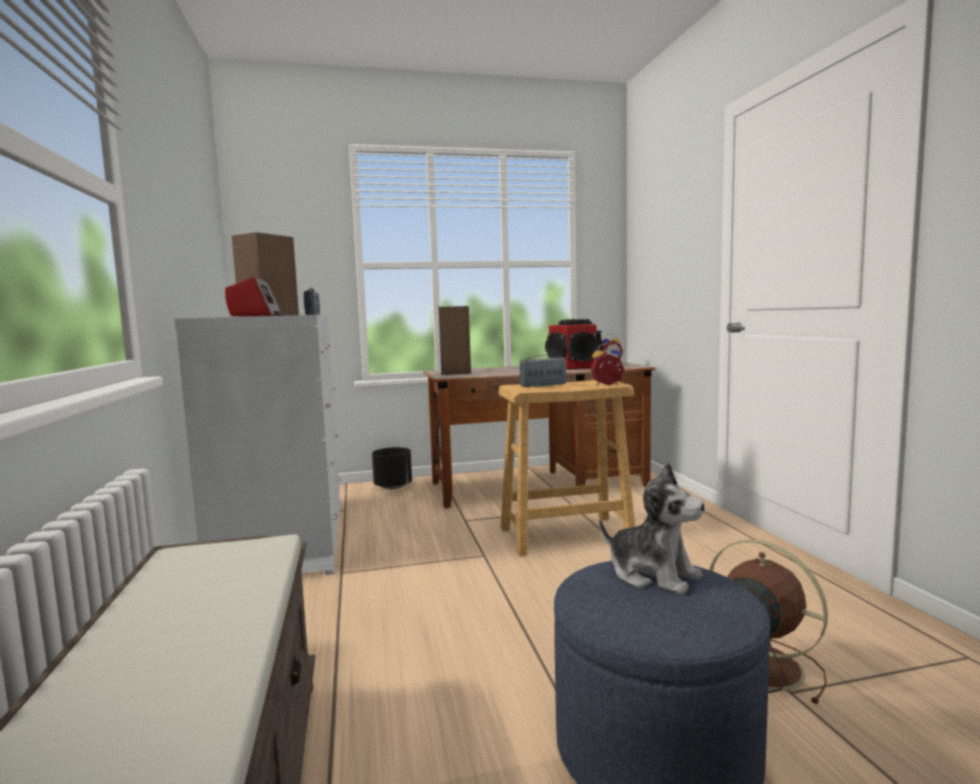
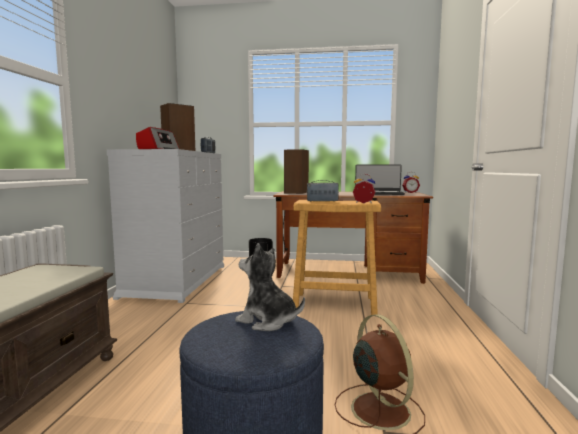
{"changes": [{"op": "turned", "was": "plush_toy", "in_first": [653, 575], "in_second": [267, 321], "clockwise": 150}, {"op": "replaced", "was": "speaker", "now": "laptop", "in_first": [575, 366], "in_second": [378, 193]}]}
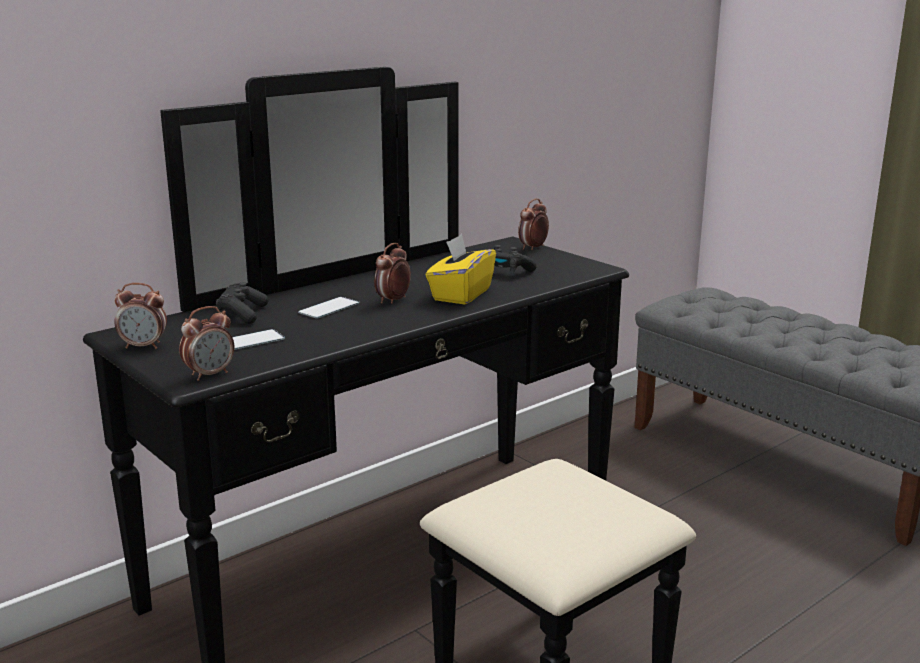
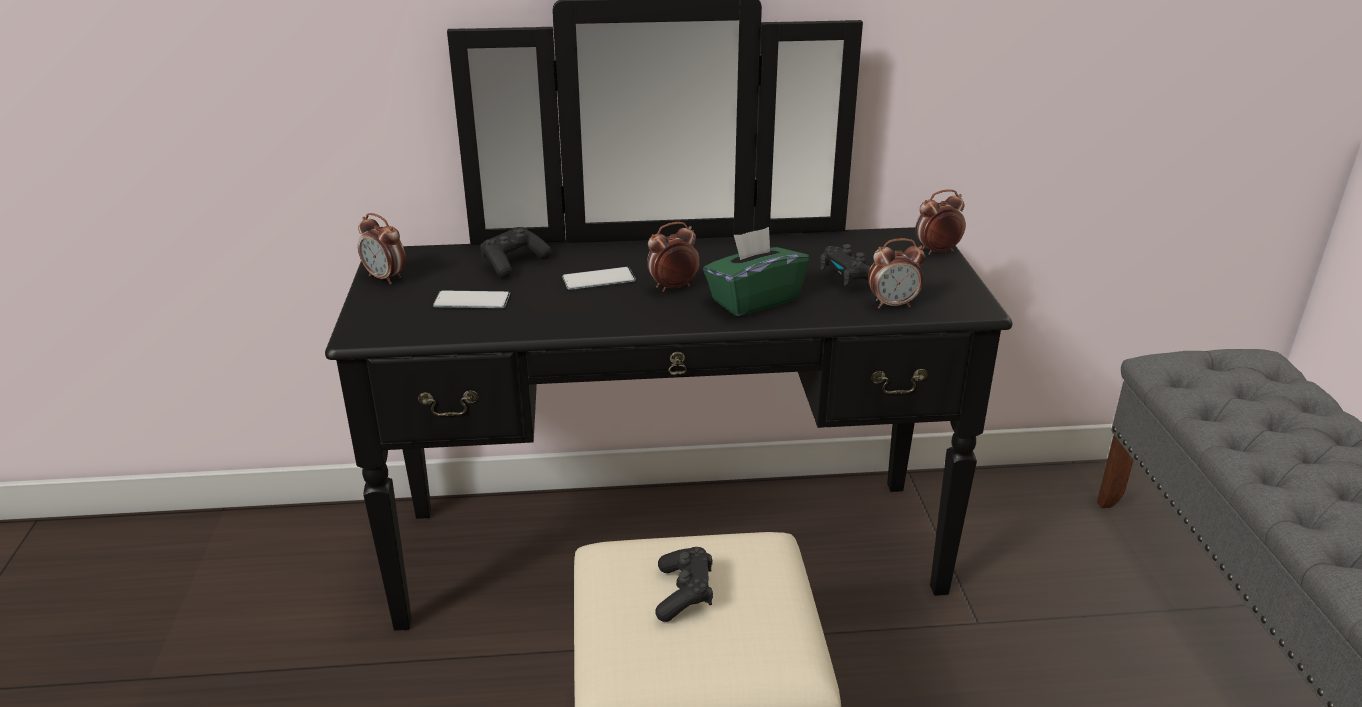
{"changes": [{"op": "added", "now": "black_game_controller", "in_second": [684, 594]}, {"op": "recoloured", "was": "yellow_tissue_box", "now": "green_tissue_box", "in_first": [461, 294], "in_second": [753, 300]}, {"op": "moved", "was": "alarm_clock", "in_first": [210, 374], "in_second": [893, 304]}]}
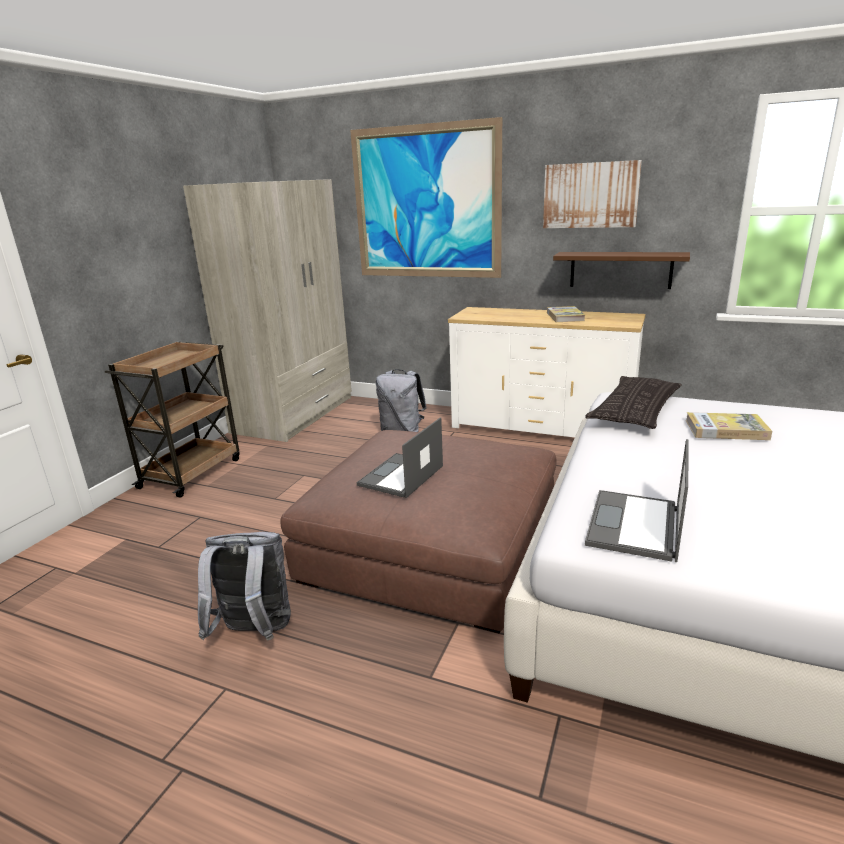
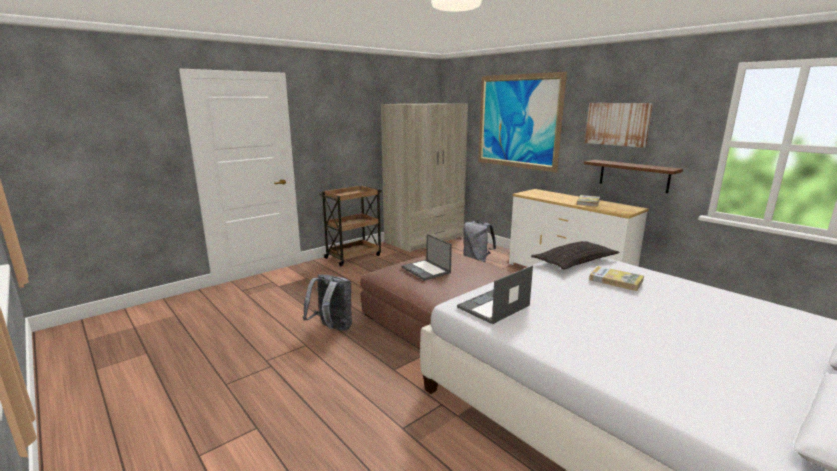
{"changes": [{"op": "turned", "was": "laptop", "in_first": [401, 476], "in_second": [426, 270], "clockwise": -90}]}
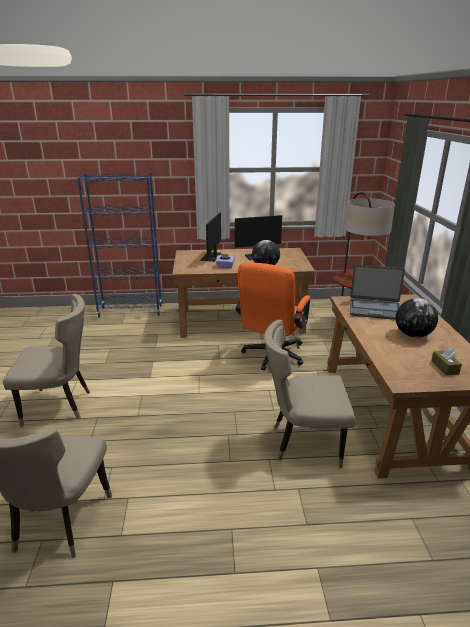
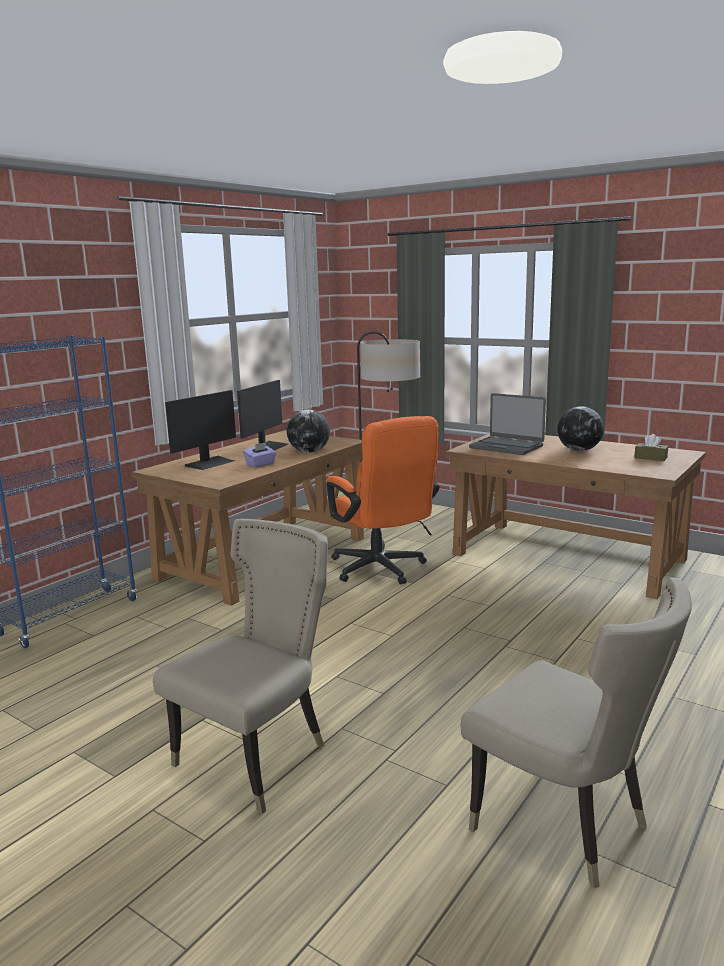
{"changes": [{"op": "turned", "was": "monitor", "in_first": [211, 257], "in_second": [210, 463], "clockwise": -105}, {"op": "turned", "was": "laptop", "in_first": [374, 309], "in_second": [506, 447], "clockwise": 75}, {"op": "removed", "was": "beige_chair", "in_first": [303, 442]}]}
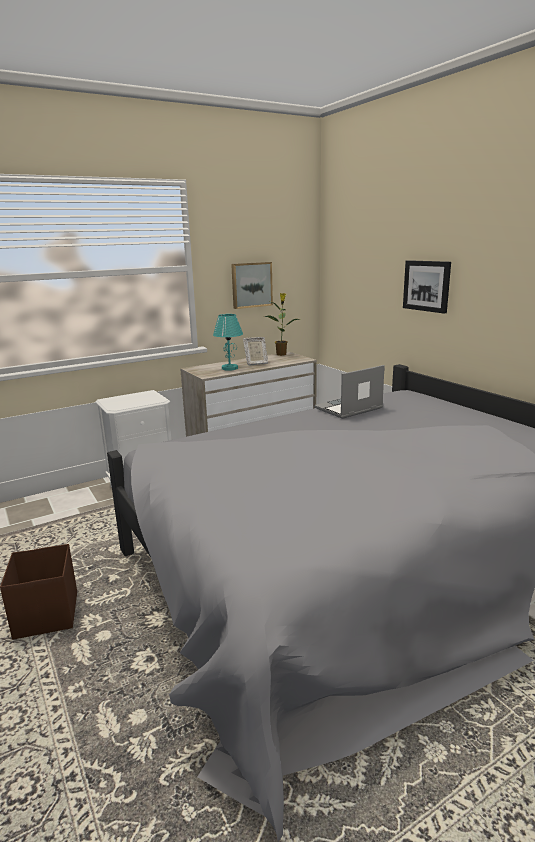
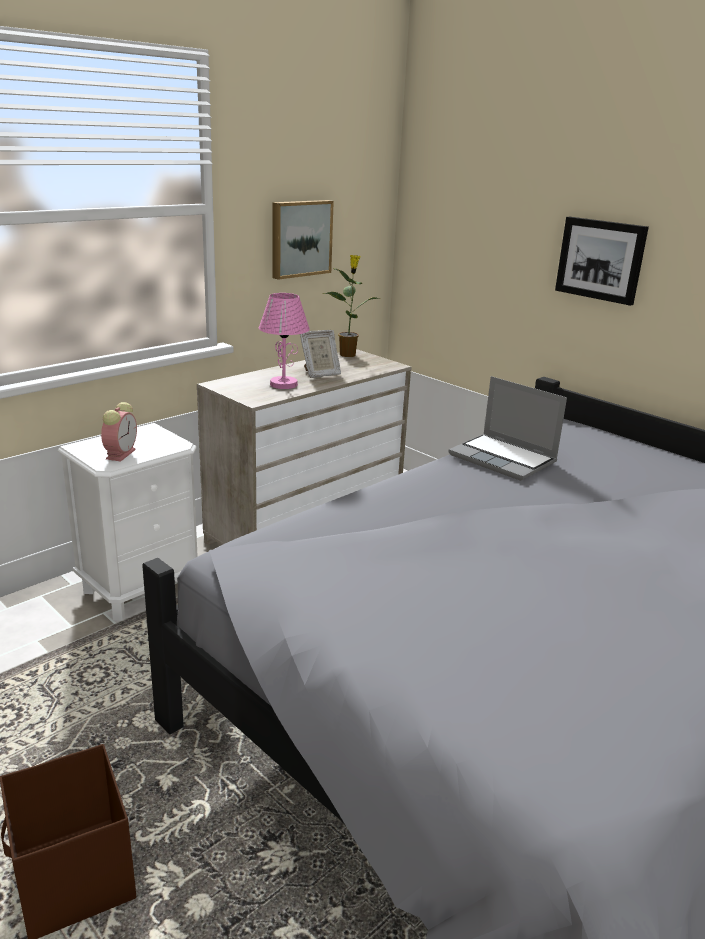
{"changes": [{"op": "added", "now": "alarm_clock", "in_second": [121, 453]}, {"op": "recoloured", "was": "turquoise_table_lamp", "now": "pink_table_lamp", "in_first": [229, 368], "in_second": [283, 384]}, {"op": "turned", "was": "laptop", "in_first": [348, 409], "in_second": [504, 459], "clockwise": -90}]}
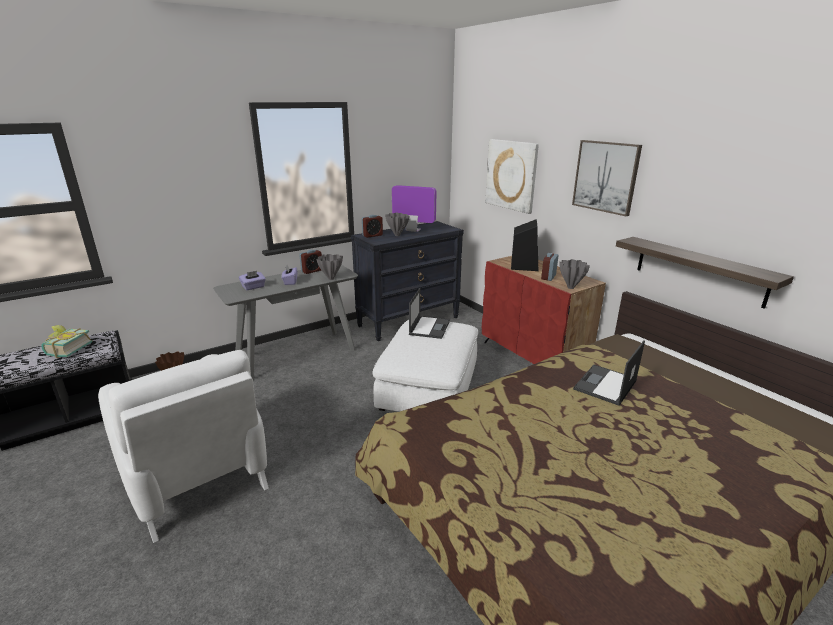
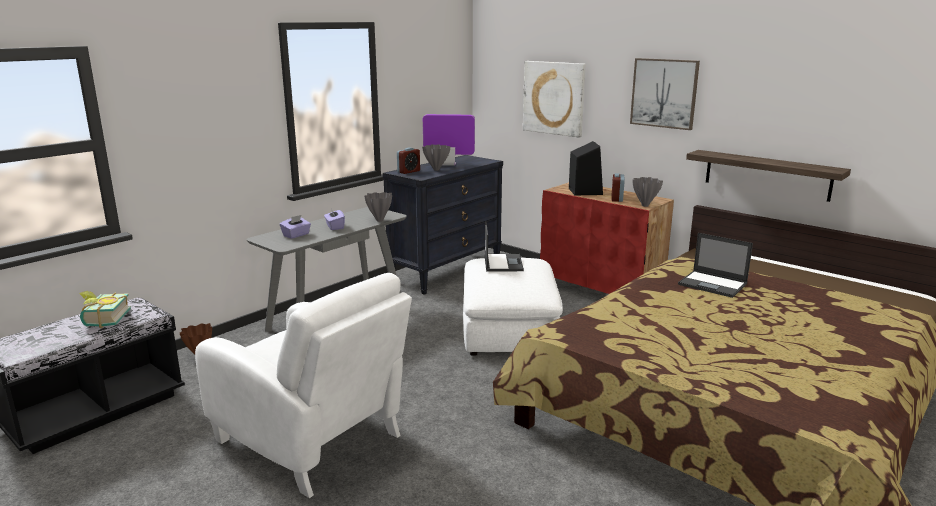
{"changes": [{"op": "turned", "was": "laptop", "in_first": [605, 385], "in_second": [713, 284], "clockwise": -75}, {"op": "removed", "was": "alarm_clock", "in_first": [312, 271]}]}
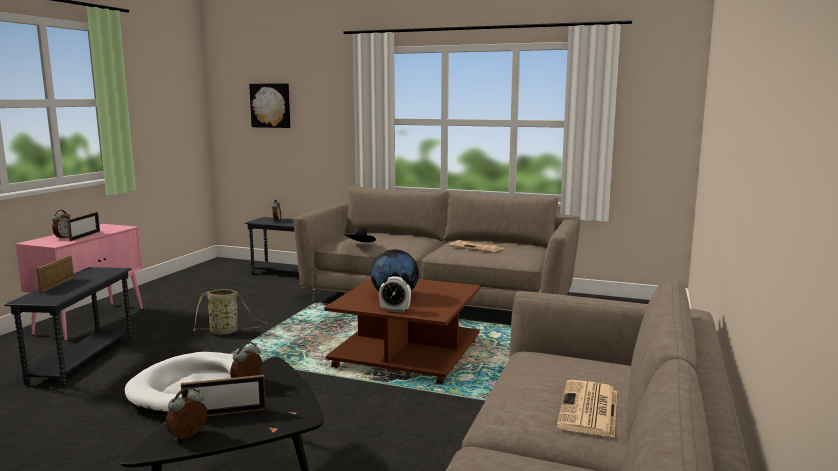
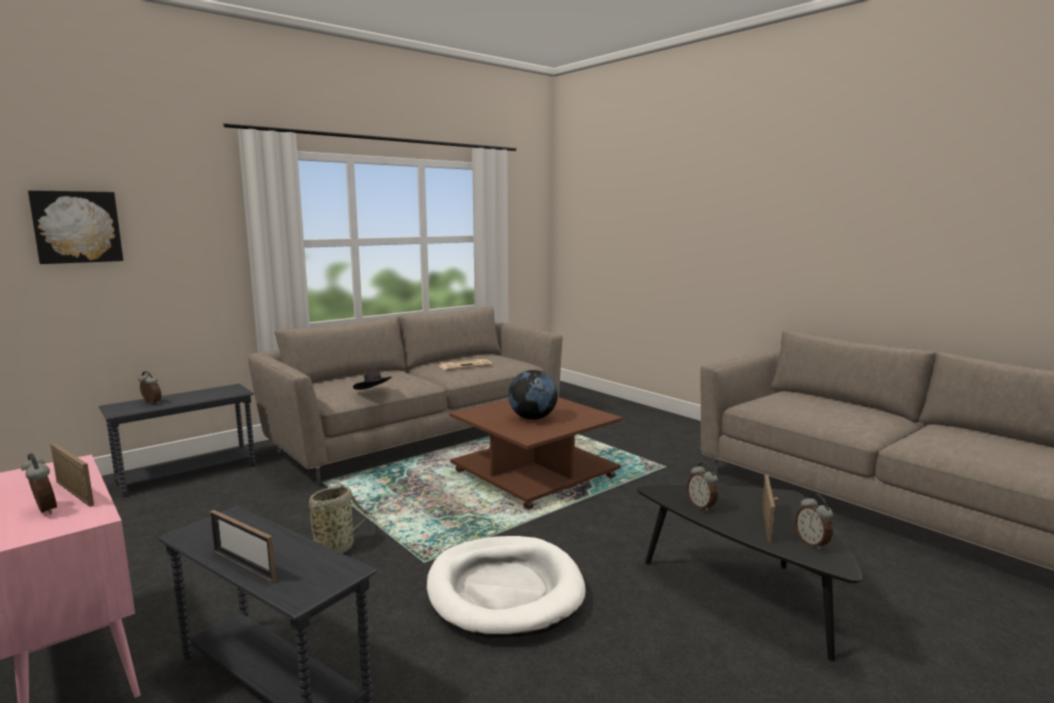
{"changes": [{"op": "removed", "was": "alarm_clock", "in_first": [395, 310]}, {"op": "removed", "was": "newspaper", "in_first": [589, 410]}]}
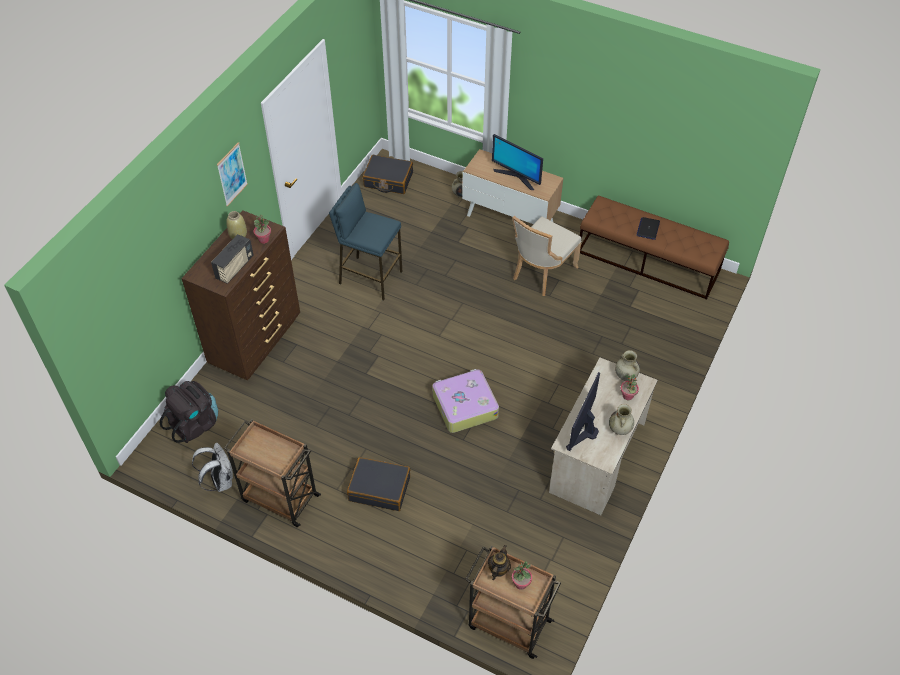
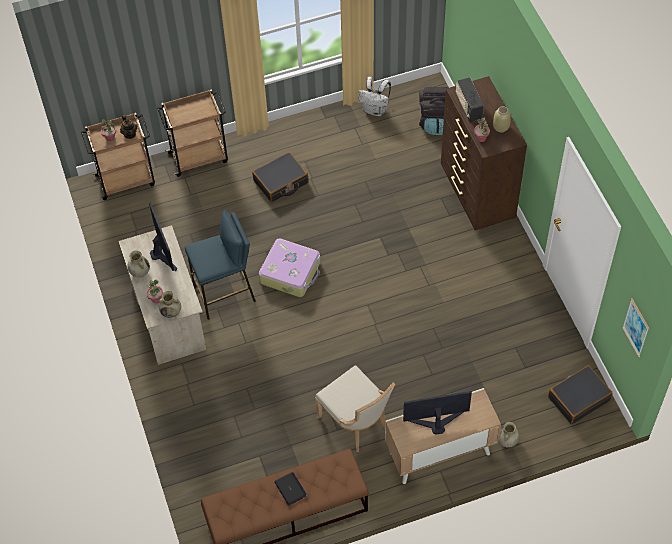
{"changes": [{"op": "moved", "was": "brown_cart", "in_first": [279, 497], "in_second": [199, 156]}, {"op": "moved", "was": "blue_stool", "in_first": [370, 277], "in_second": [225, 294]}, {"op": "turned", "was": "beige_chair", "in_first": [541, 273], "in_second": [356, 423], "clockwise": 150}, {"op": "moved", "was": "picture", "in_first": [232, 174], "in_second": [636, 327]}]}
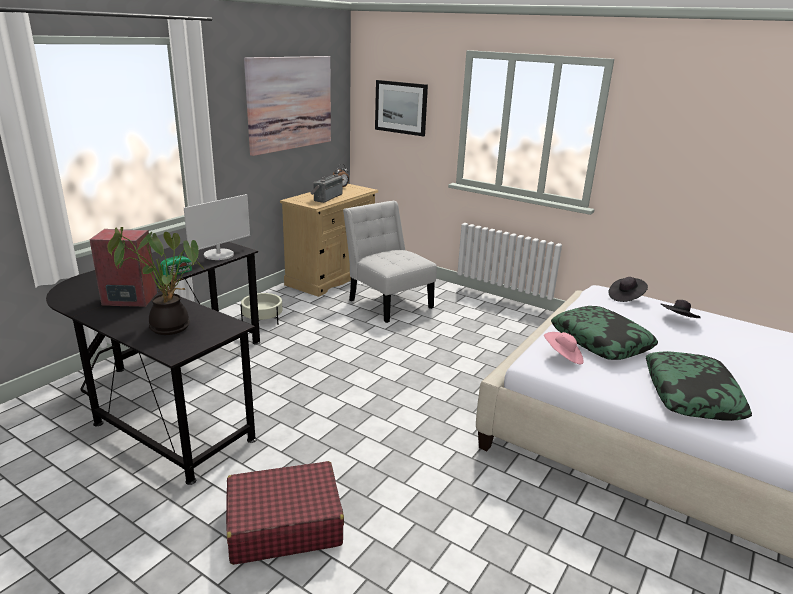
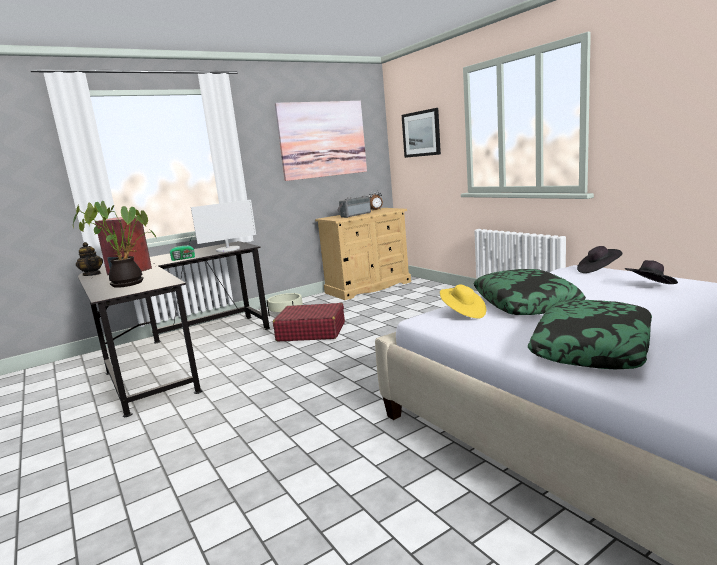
{"changes": [{"op": "added", "now": "teapot", "in_second": [92, 274]}, {"op": "moved", "was": "red_suitcase", "in_first": [284, 524], "in_second": [311, 332]}, {"op": "recoloured", "was": "pink_hat", "now": "yellow_hat", "in_first": [563, 357], "in_second": [463, 313]}, {"op": "removed", "was": "white_chair", "in_first": [388, 302]}]}
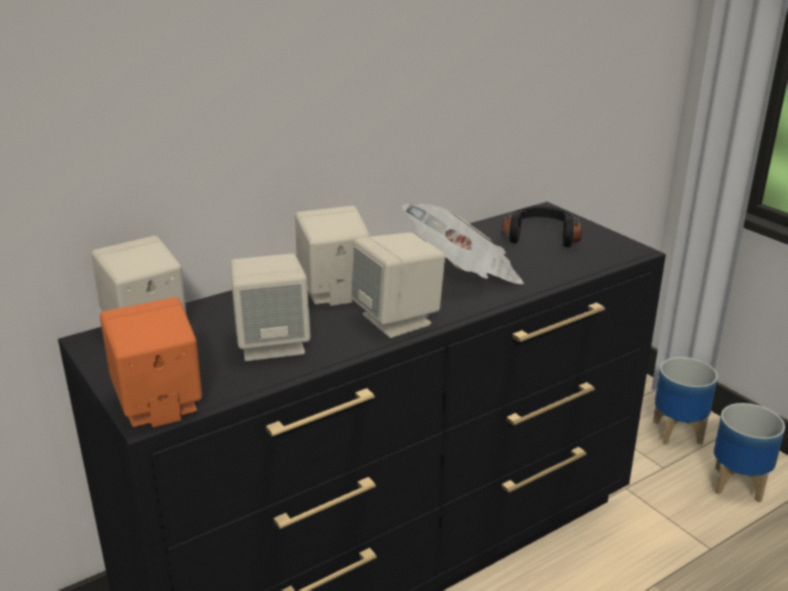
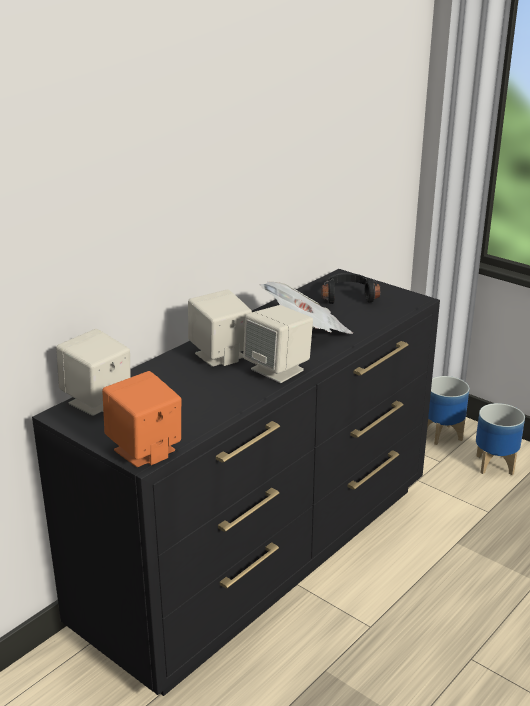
{"changes": [{"op": "removed", "was": "beige_speaker", "in_first": [272, 344]}]}
